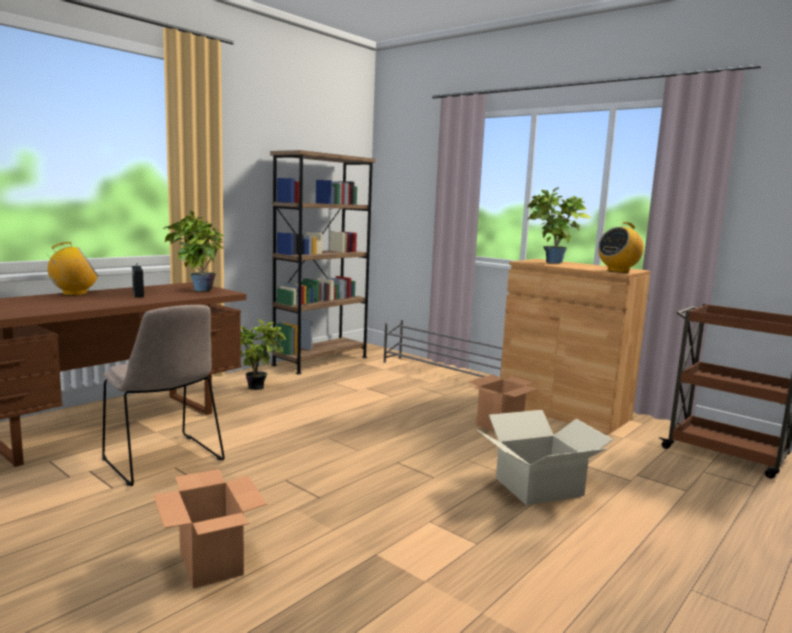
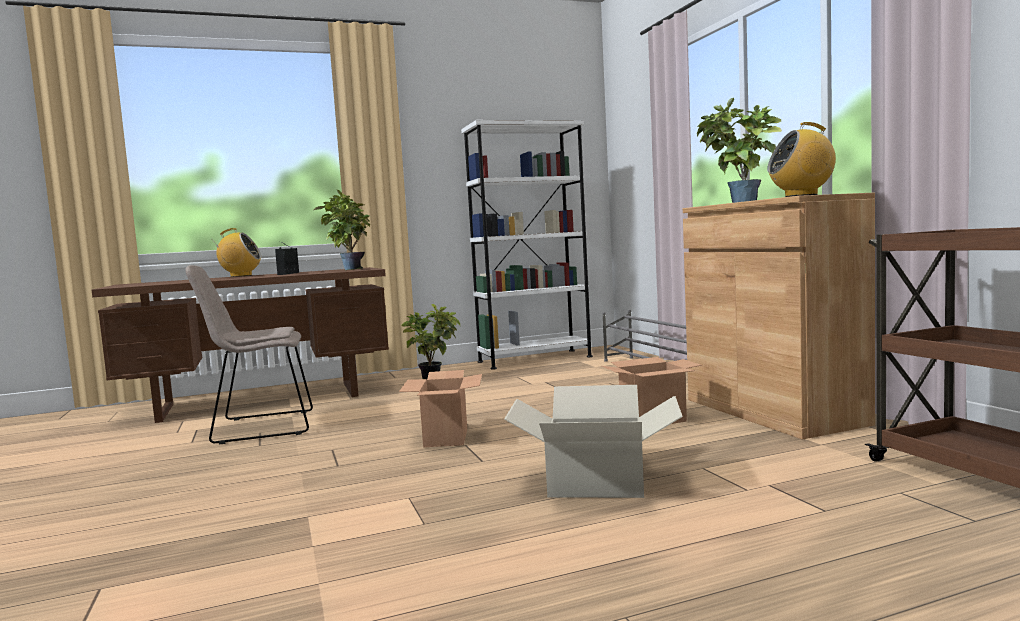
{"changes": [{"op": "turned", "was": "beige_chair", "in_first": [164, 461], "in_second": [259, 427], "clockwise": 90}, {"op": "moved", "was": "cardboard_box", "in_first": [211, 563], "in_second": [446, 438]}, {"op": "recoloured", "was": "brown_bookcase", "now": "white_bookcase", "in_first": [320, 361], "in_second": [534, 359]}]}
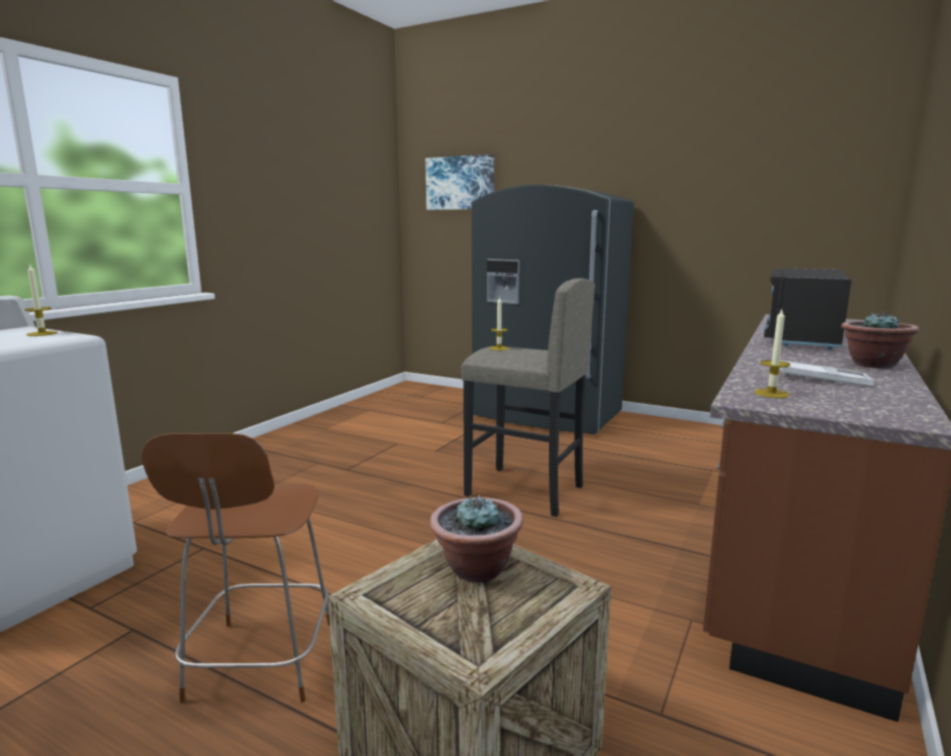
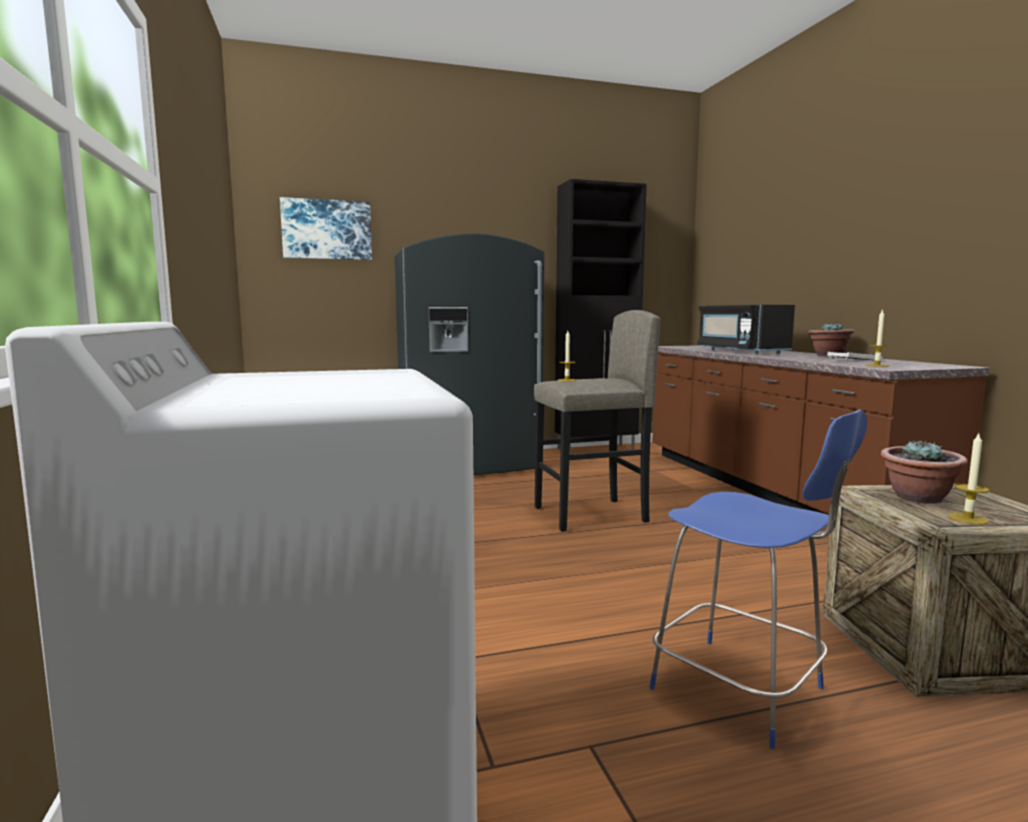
{"changes": [{"op": "added", "now": "black_cabinet", "in_second": [597, 450]}, {"op": "recoloured", "was": "brown_chair", "now": "blue_chair", "in_first": [260, 664], "in_second": [742, 691]}, {"op": "moved", "was": "candle", "in_first": [42, 334], "in_second": [968, 518]}]}
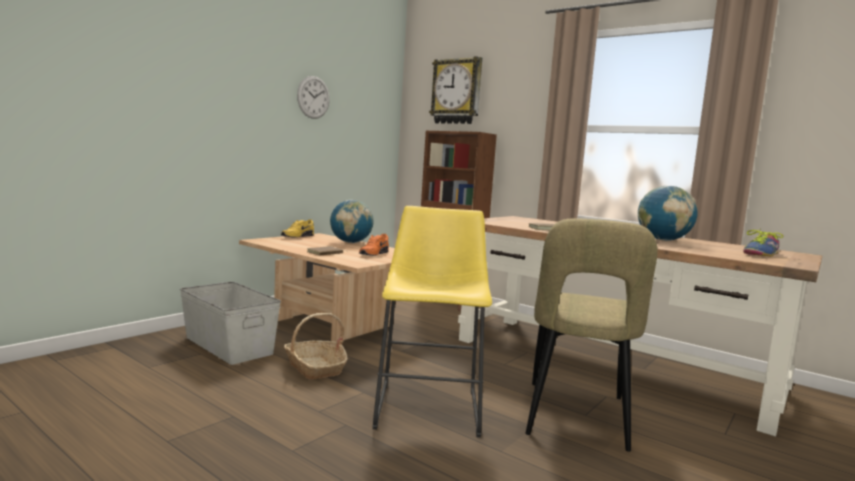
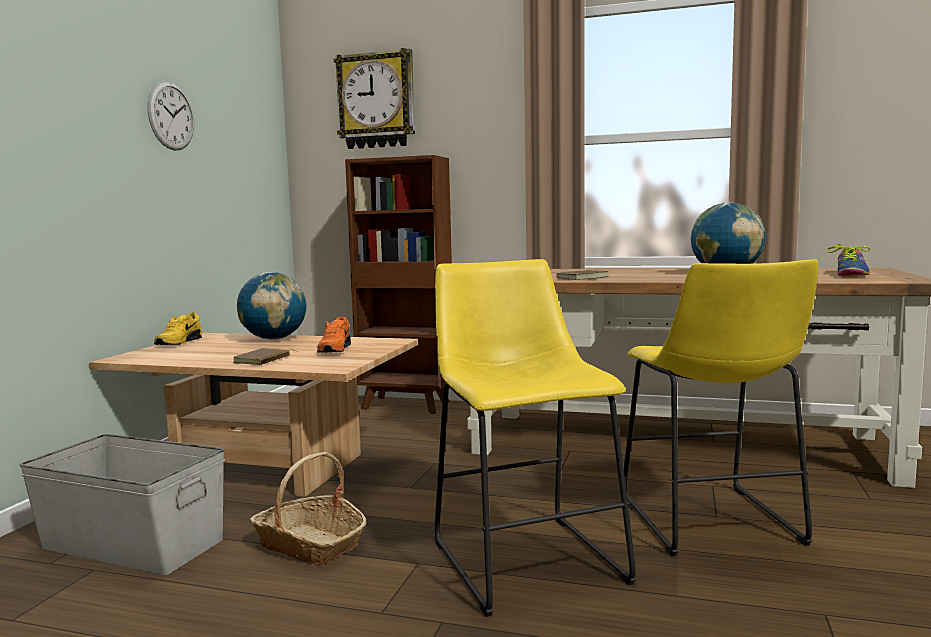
{"changes": [{"op": "replaced", "was": "beige_chair", "now": "yellow_stool", "in_first": [575, 418], "in_second": [711, 524]}]}
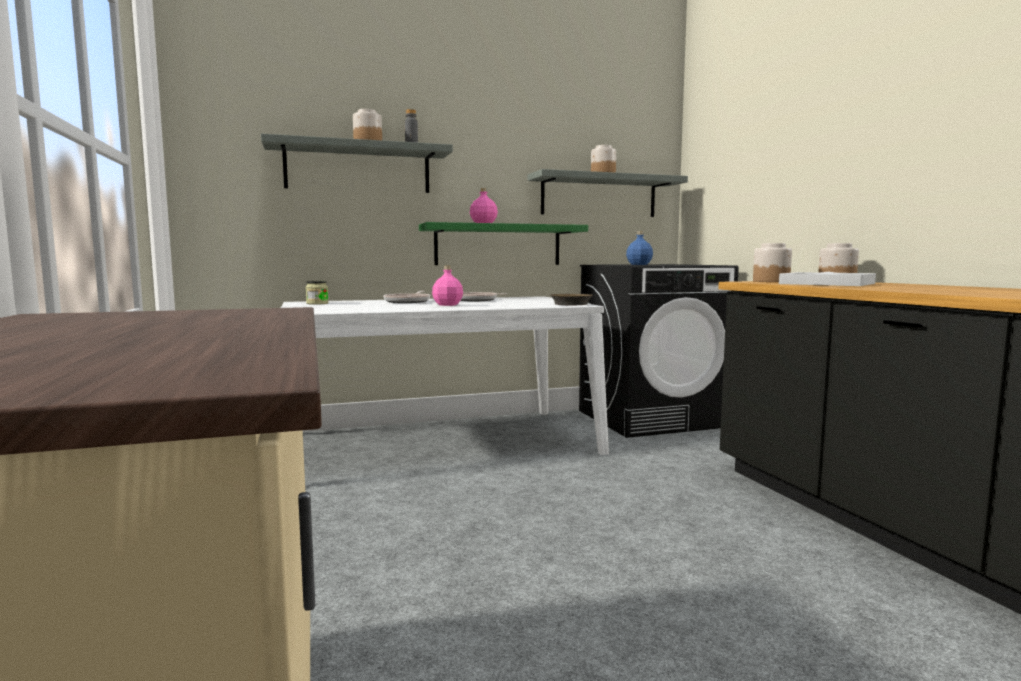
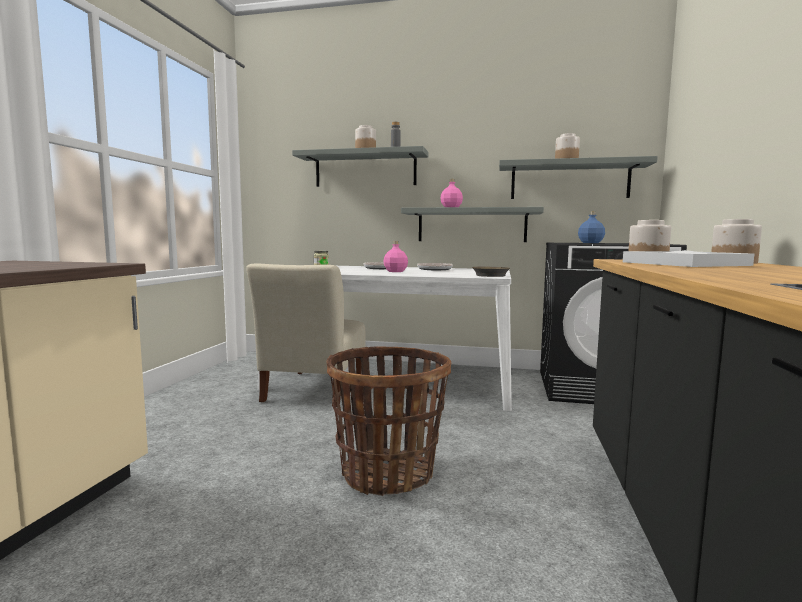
{"changes": [{"op": "added", "now": "beige_chair", "in_second": [313, 390]}, {"op": "added", "now": "basket", "in_second": [388, 473]}, {"op": "recoloured", "was": "green_shelf", "now": "grey_shelf", "in_first": [498, 245], "in_second": [471, 225]}]}
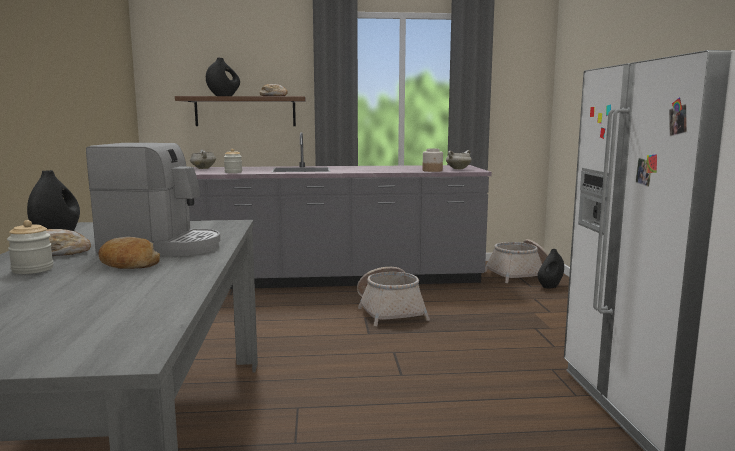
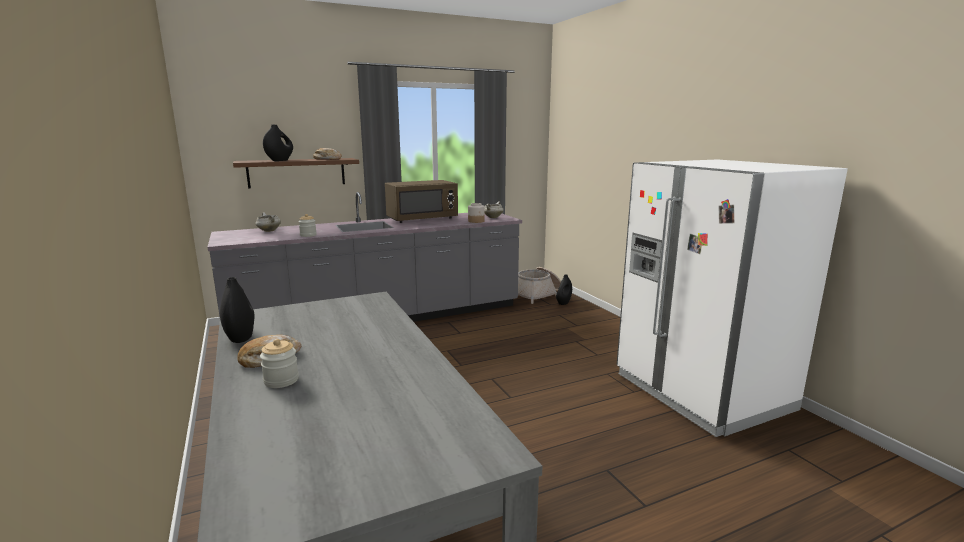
{"changes": [{"op": "added", "now": "brown_microwave", "in_second": [422, 219]}, {"op": "removed", "was": "coffee_machine", "in_first": [162, 247]}, {"op": "removed", "was": "bread", "in_first": [128, 264]}, {"op": "removed", "was": "basket", "in_first": [389, 311]}]}
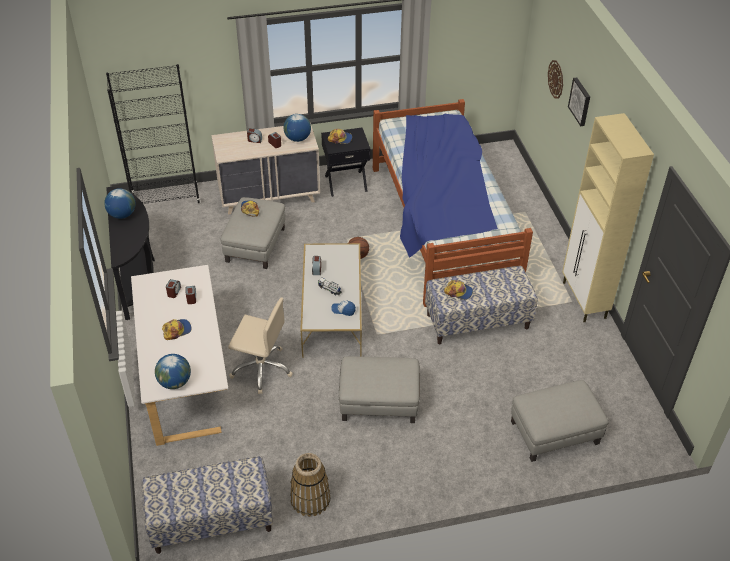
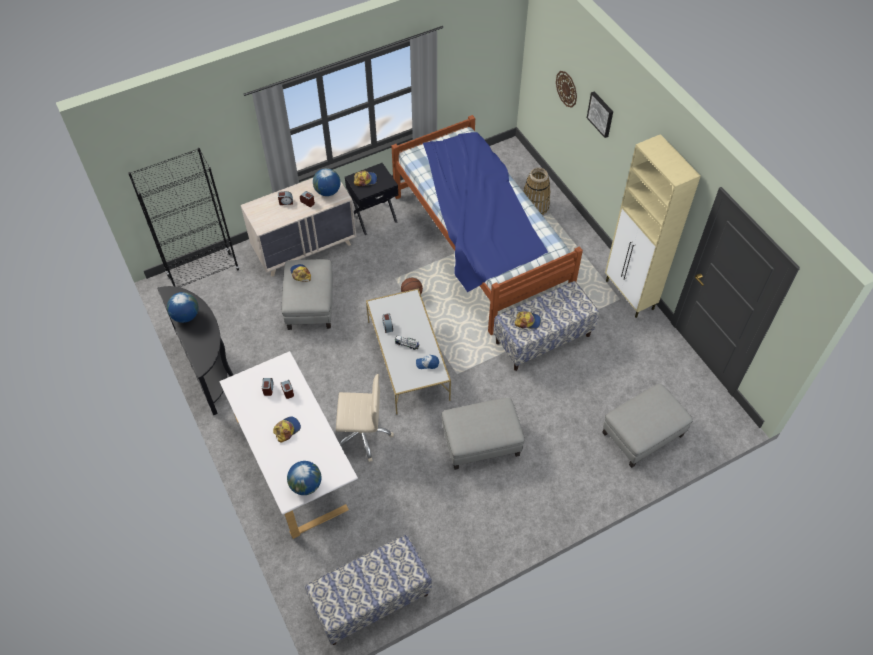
{"changes": [{"op": "moved", "was": "basket", "in_first": [310, 499], "in_second": [535, 206]}]}
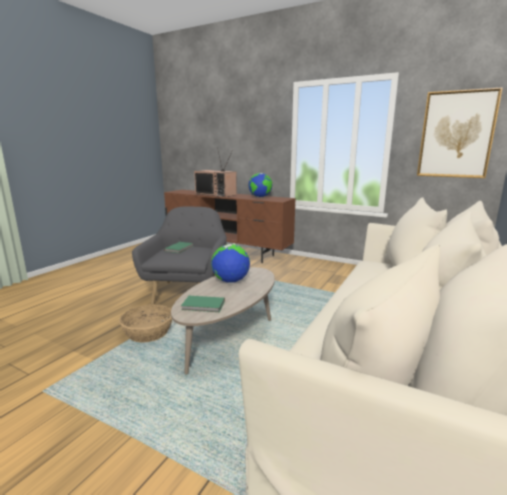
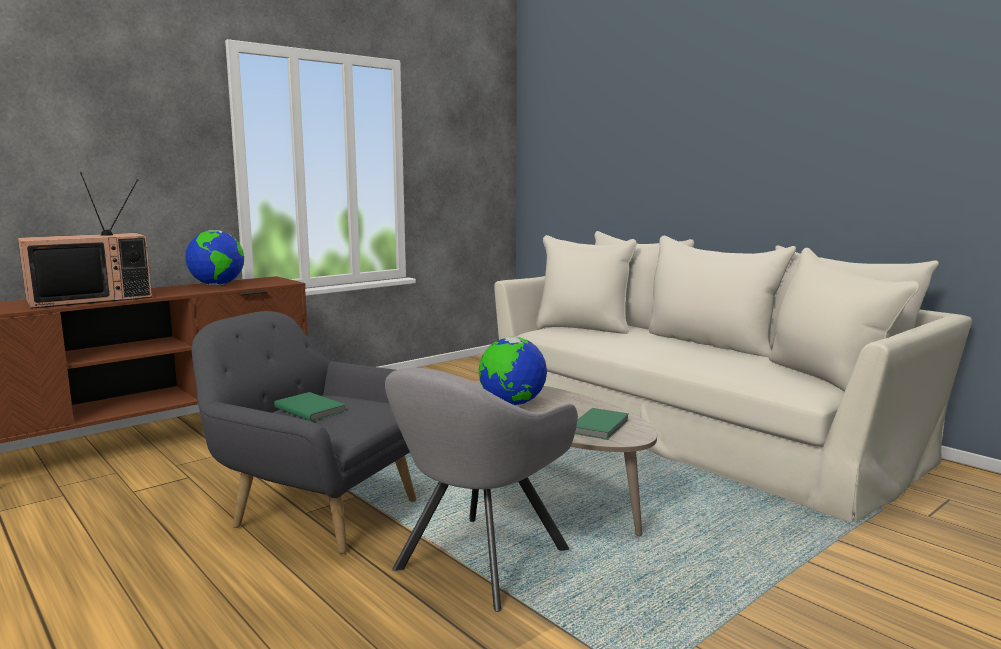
{"changes": [{"op": "replaced", "was": "basket", "now": "grey_armchair", "in_first": [148, 332], "in_second": [478, 563]}, {"op": "removed", "was": "picture", "in_first": [456, 135]}]}
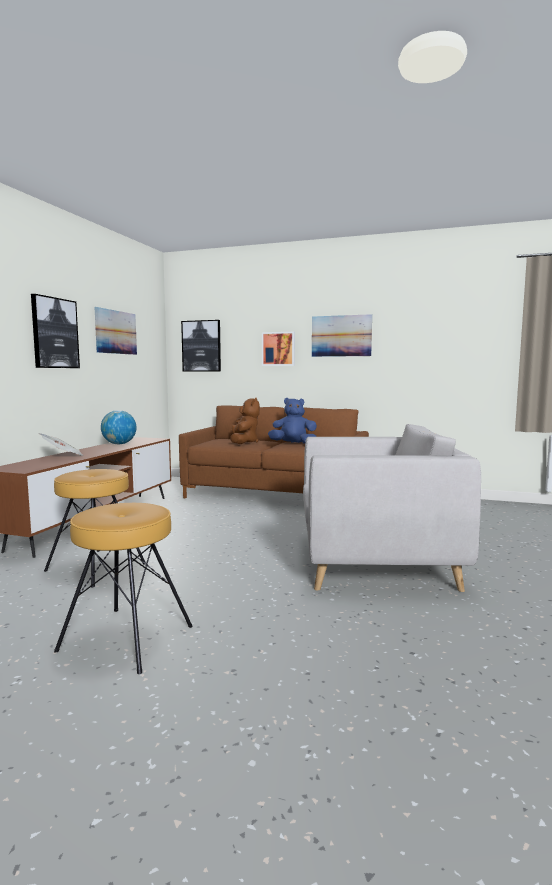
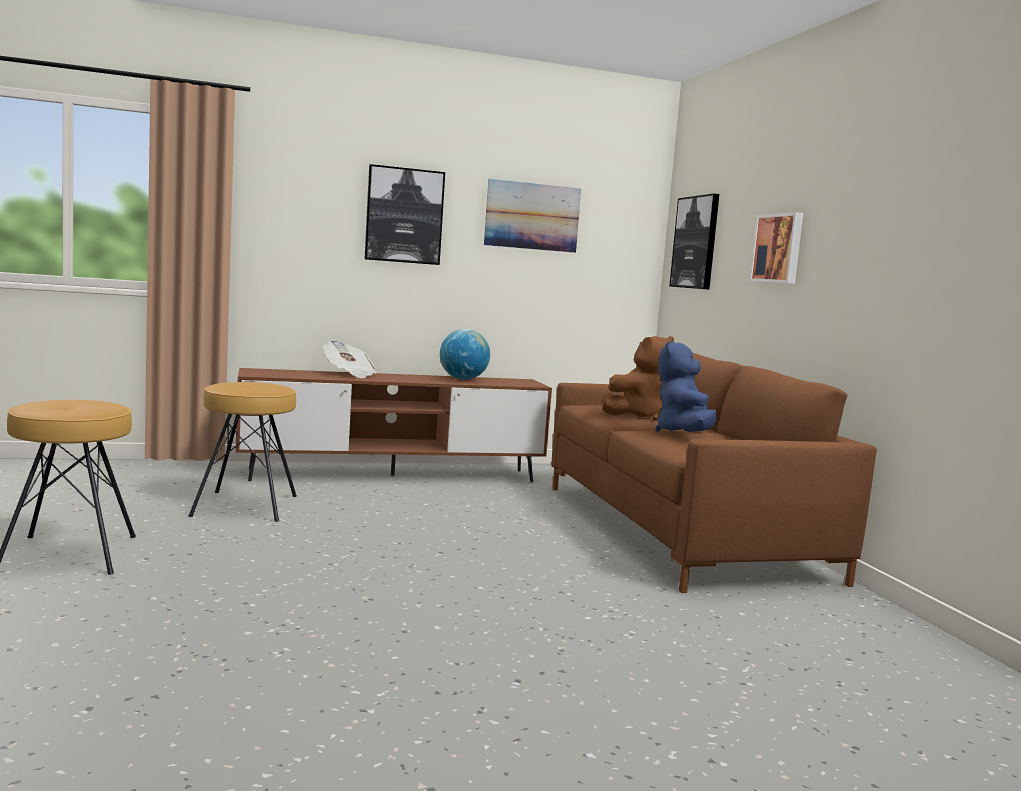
{"changes": [{"op": "turned", "was": "blue_plush_toy", "in_first": [293, 444], "in_second": [684, 434], "clockwise": -135}, {"op": "removed", "was": "grey_armchair", "in_first": [376, 561]}, {"op": "removed", "was": "picture", "in_first": [341, 336]}]}
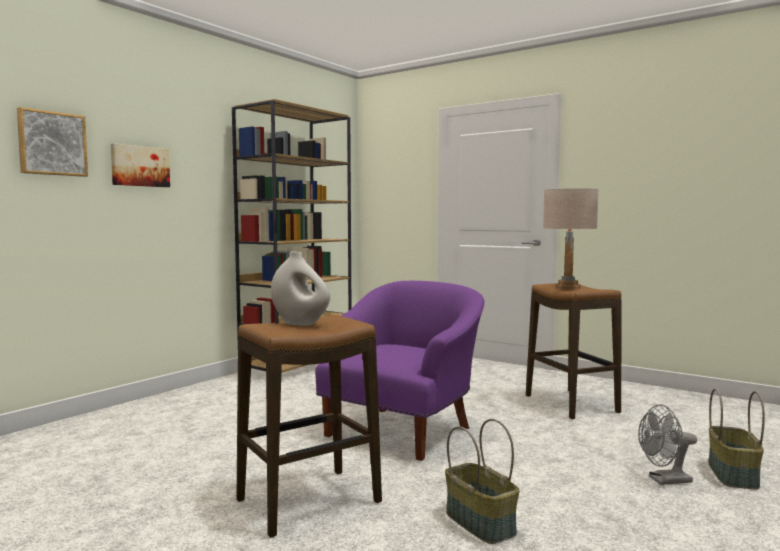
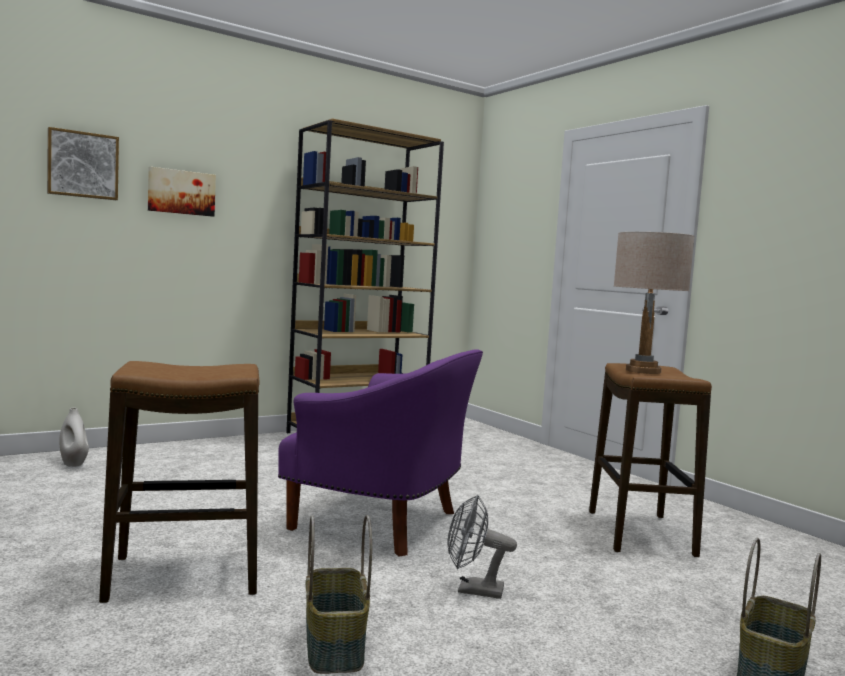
{"changes": [{"op": "moved", "was": "white_vase", "in_first": [300, 323], "in_second": [74, 463]}, {"op": "turned", "was": "purple_armchair", "in_first": [403, 431], "in_second": [382, 523], "clockwise": 60}, {"op": "moved", "was": "grey_fan", "in_first": [664, 480], "in_second": [472, 590]}]}
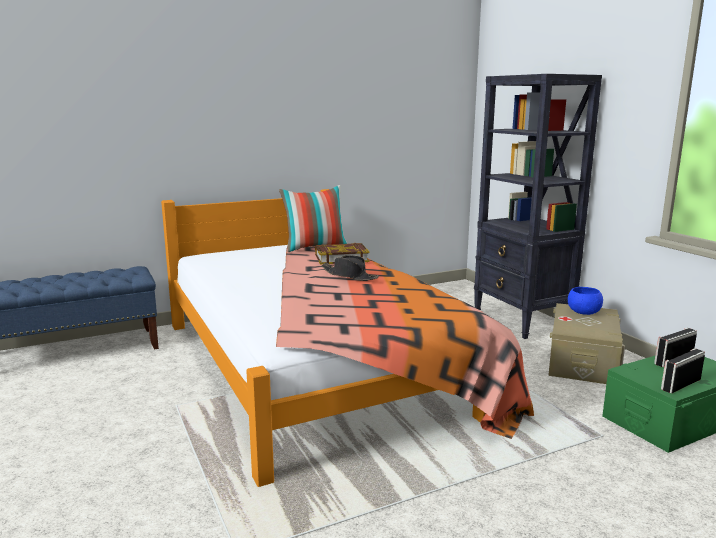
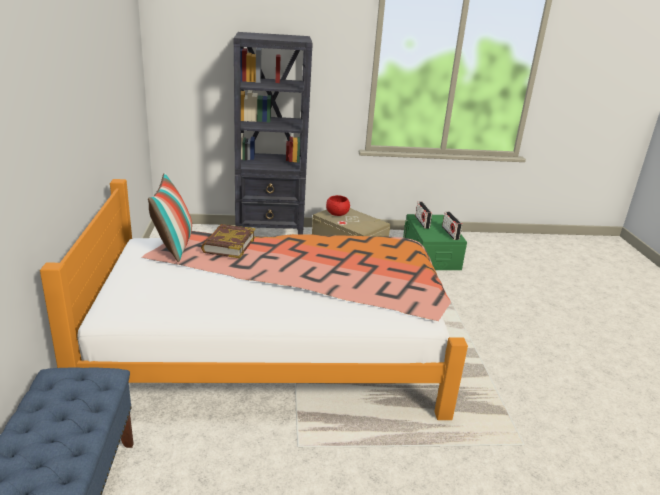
{"changes": [{"op": "recoloured", "was": "blue_bowl", "now": "red_bowl", "in_first": [584, 312], "in_second": [337, 214]}, {"op": "removed", "was": "black_hat", "in_first": [349, 275]}]}
